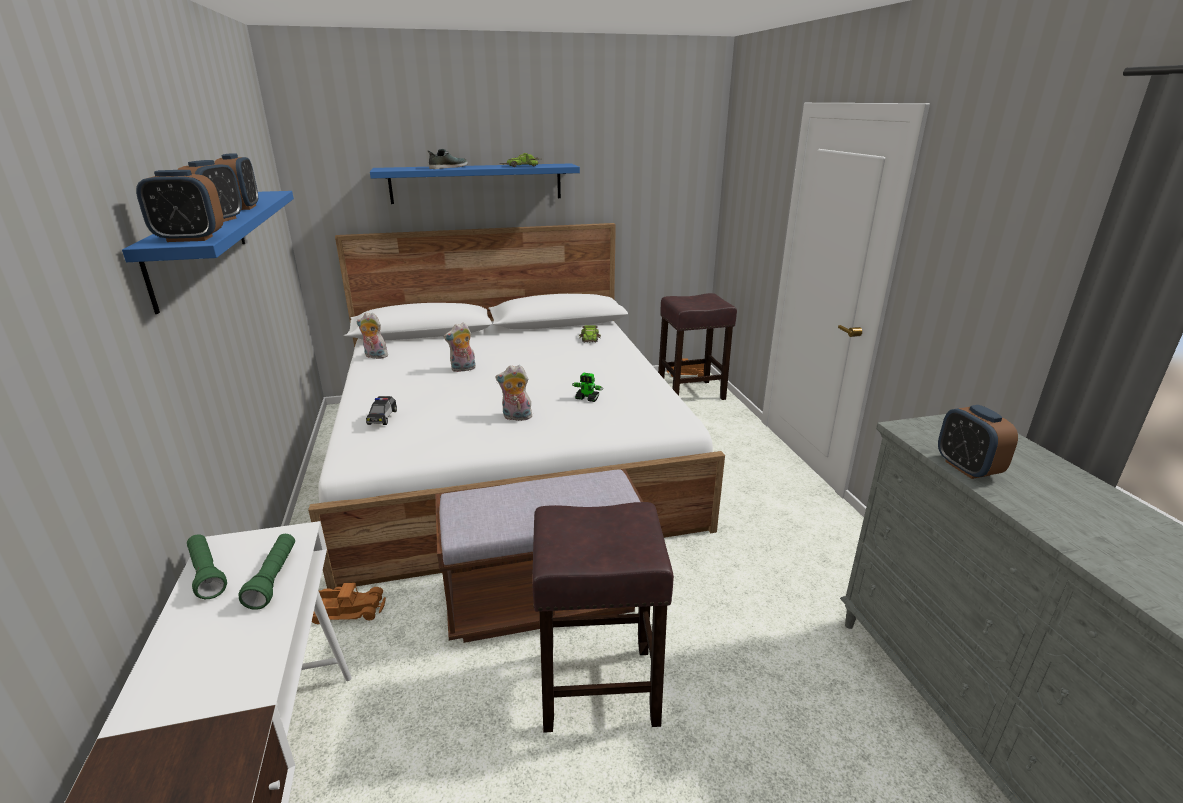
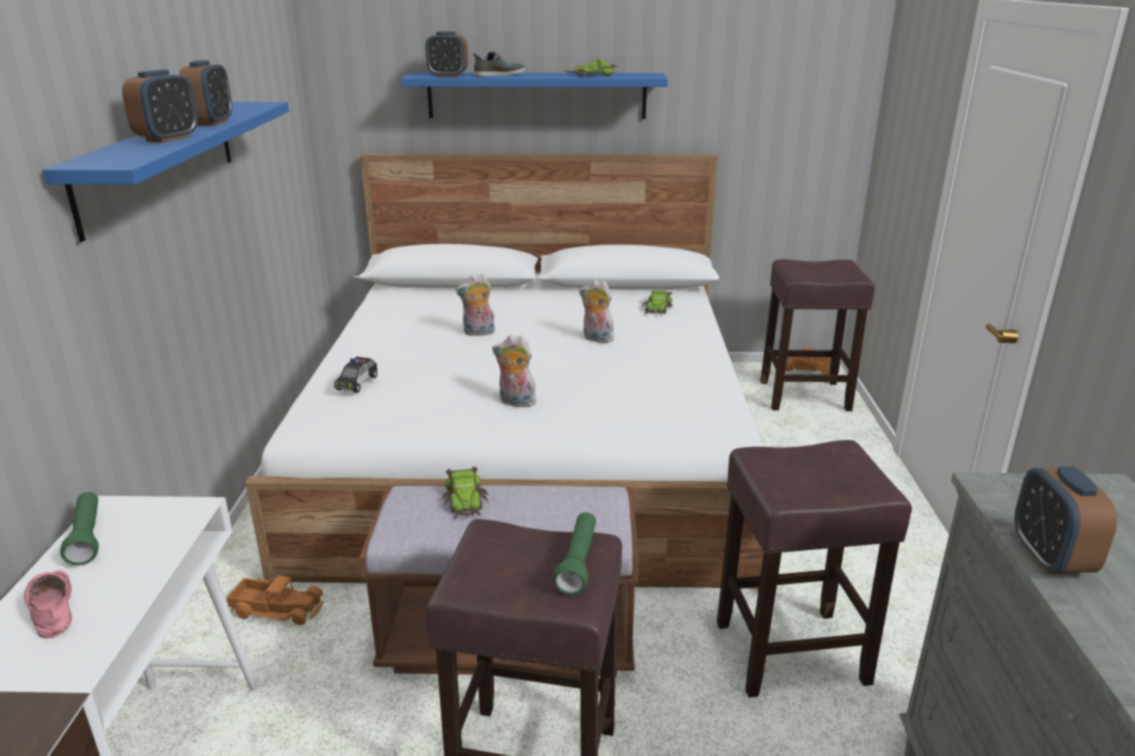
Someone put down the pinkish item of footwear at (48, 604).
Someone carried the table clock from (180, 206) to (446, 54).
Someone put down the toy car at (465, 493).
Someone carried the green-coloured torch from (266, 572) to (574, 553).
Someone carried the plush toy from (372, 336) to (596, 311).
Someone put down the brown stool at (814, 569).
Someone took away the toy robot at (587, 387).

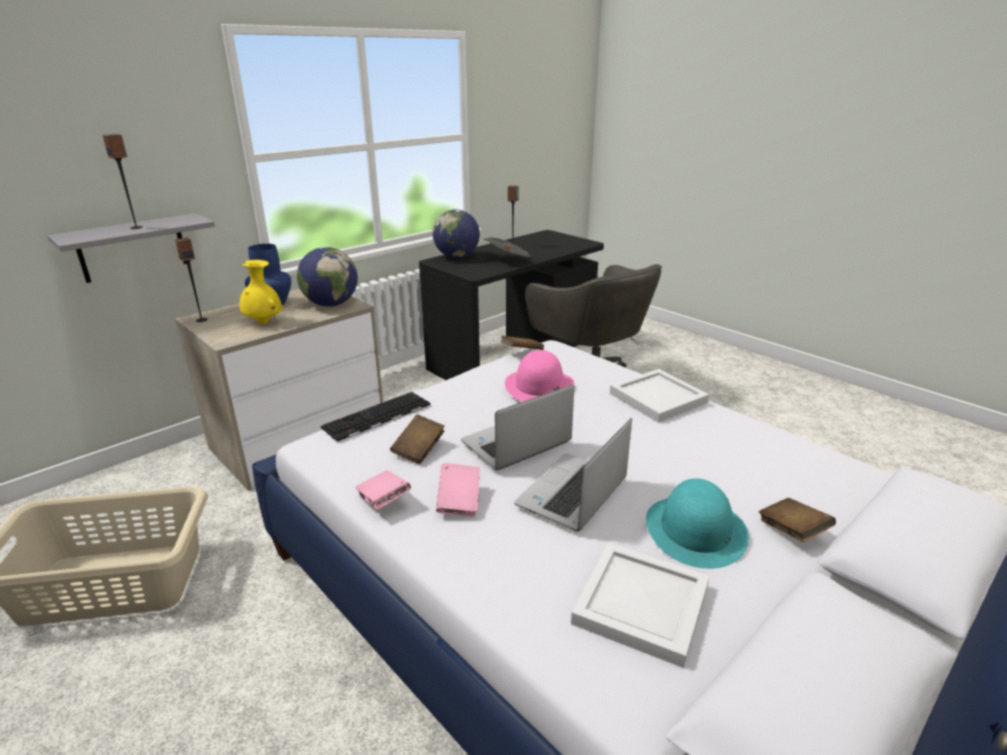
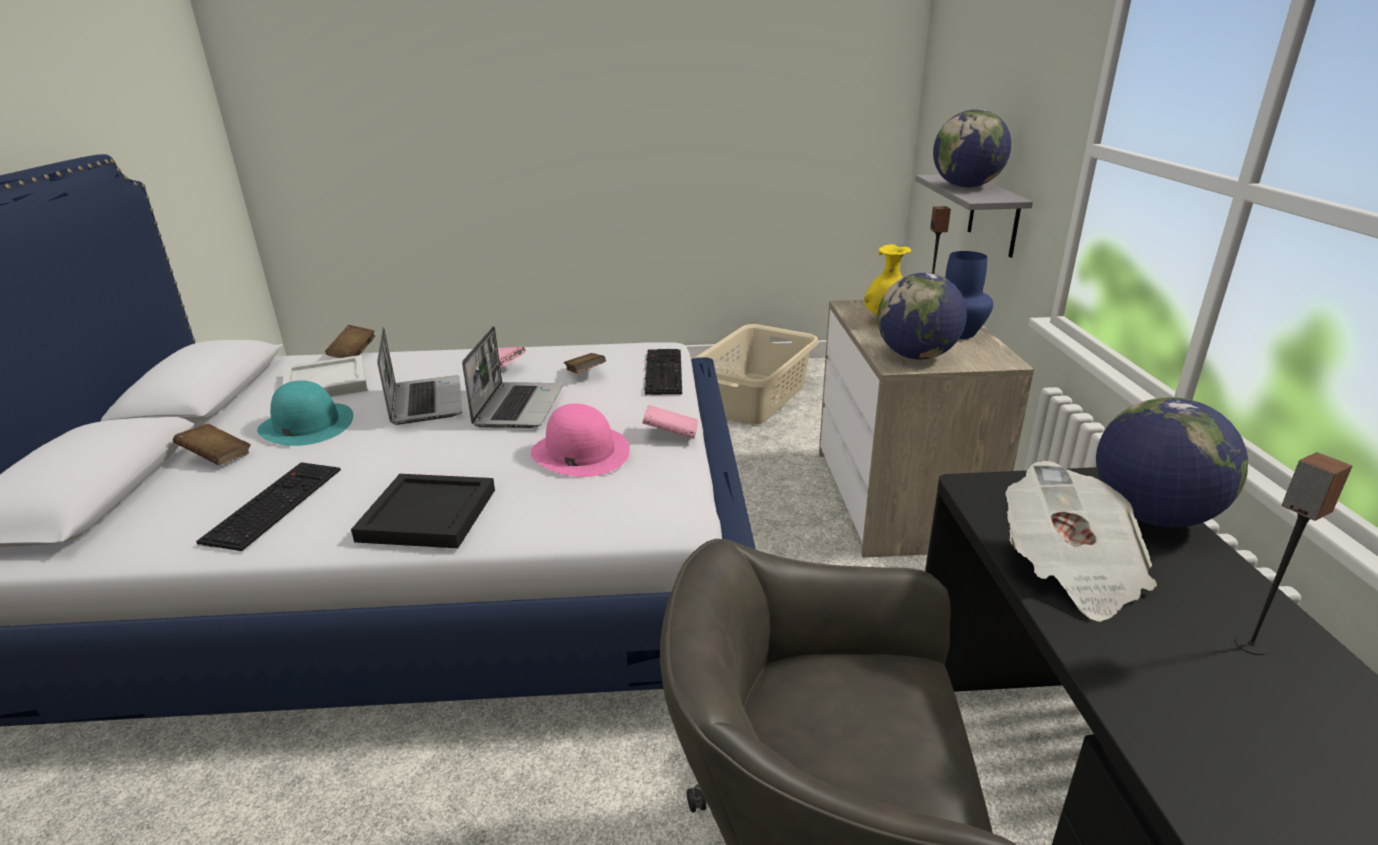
Someone put down the computer keyboard at (268, 506).
Someone carried the brown book from (522, 343) to (350, 341).
Someone repainted the whitish carrying tray at (659, 396), which became the blackish carrying tray at (423, 511).
Someone carried the pinkish book from (383, 490) to (670, 422).
Someone swapped the speaker at (122, 181) for the globe at (972, 148).

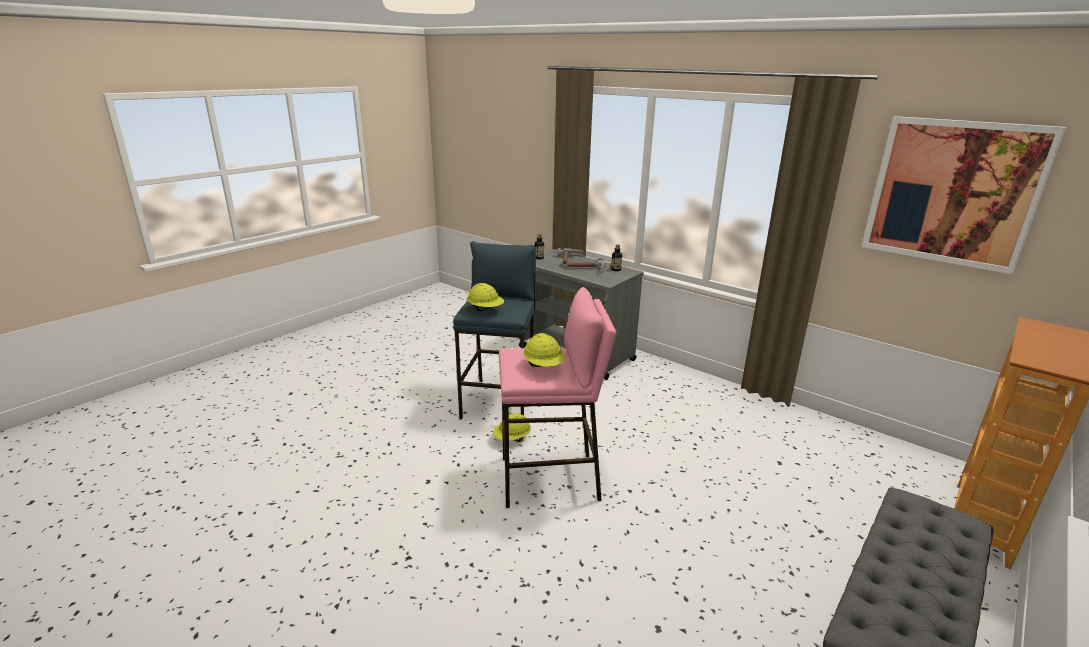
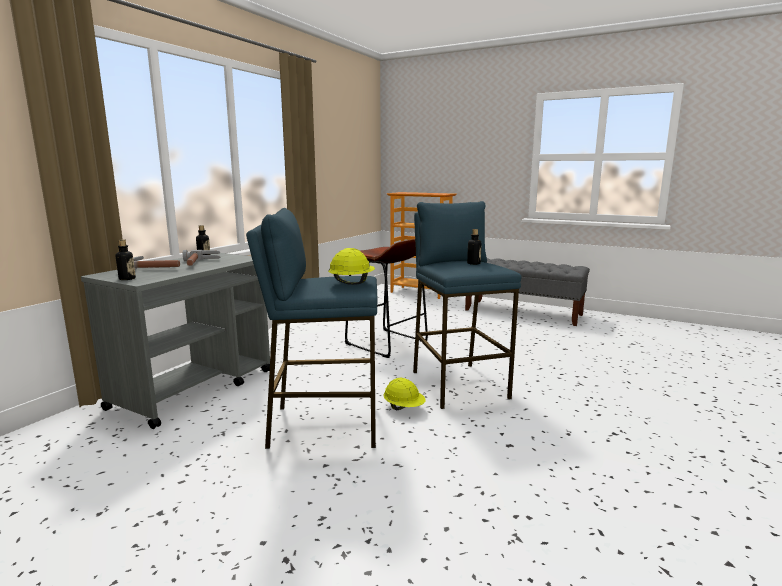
Someone put down the brown stool at (386, 298).
Someone repainted the pinkish stool at (557, 397), which became the blue stool at (467, 305).
Someone swapped the yellow-coloured work helmet at (544, 350) for the bottle at (474, 247).
Someone took away the wall picture at (964, 195).

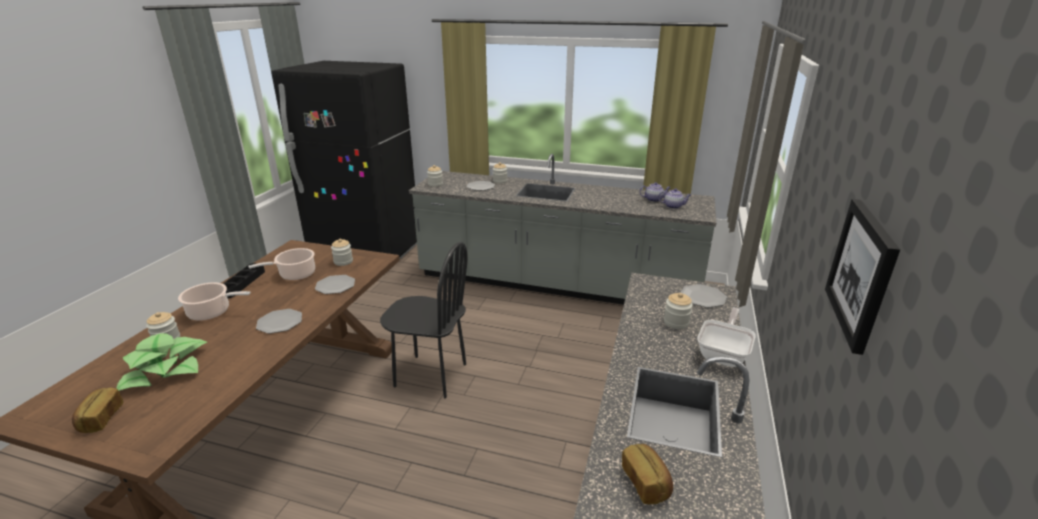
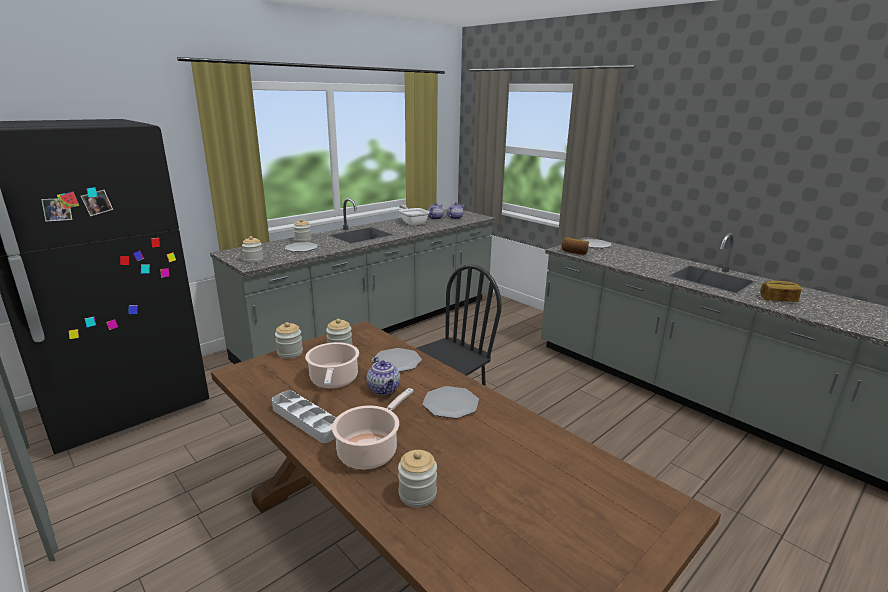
Someone repainted the blackish carrying tray at (244, 281), which became the whitish carrying tray at (304, 417).
Someone carried the preserve jar from (678, 311) to (289, 340).
Someone put down the teapot at (383, 376).
Someone carried the skillet from (726, 337) to (414, 215).
Someone carried the bread from (97, 410) to (575, 246).
Someone took away the potted plant at (161, 362).
Someone took away the wall picture at (862, 277).

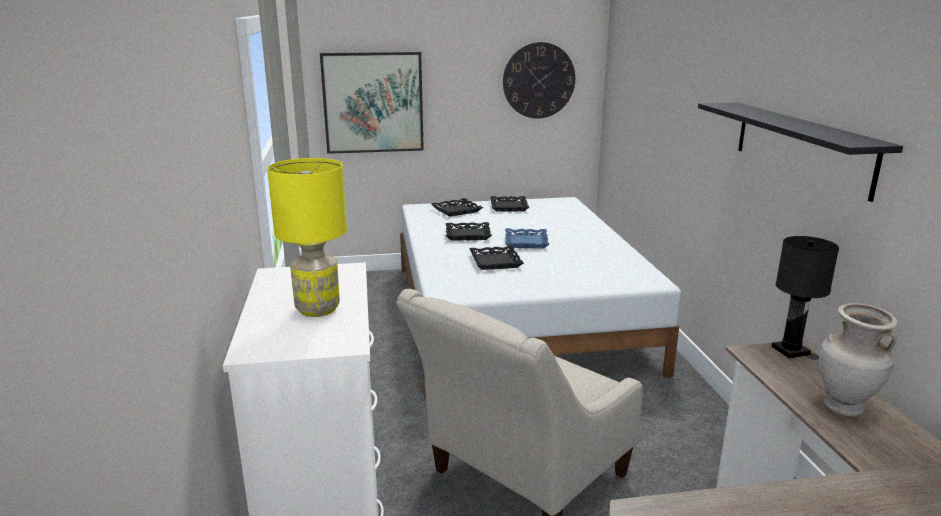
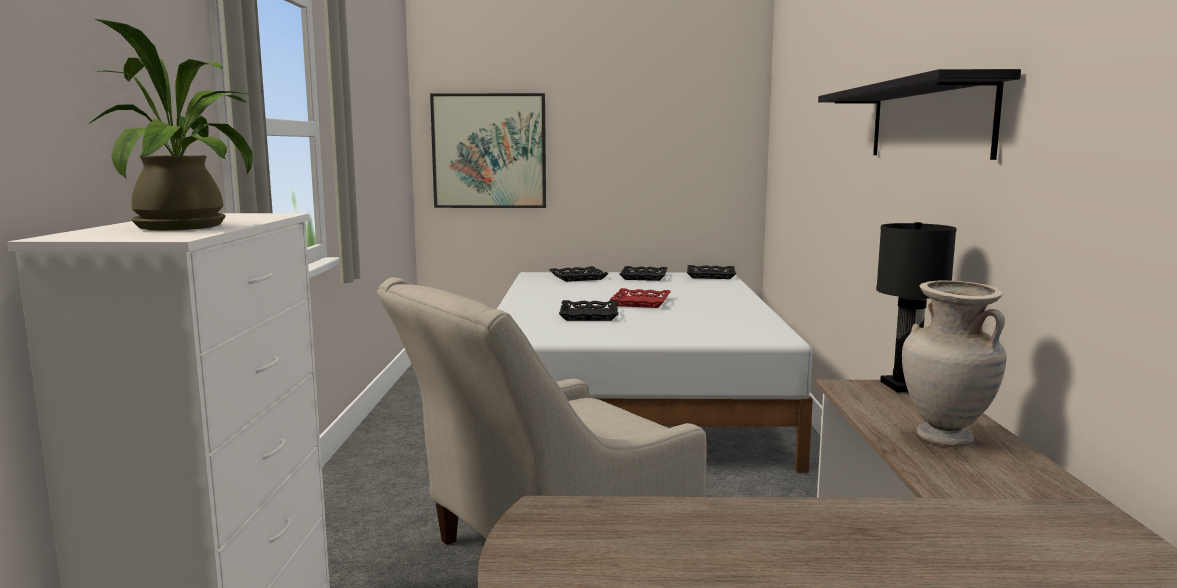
Someone swapped the yellow-coloured lamp for a table at (307, 237) for the potted plant at (171, 124).
Someone repainted the blue carrying tray at (527, 238), which became the reddish carrying tray at (640, 298).
Someone carried the blackish carrying tray from (469, 231) to (711, 272).
Someone took away the wall clock at (539, 80).

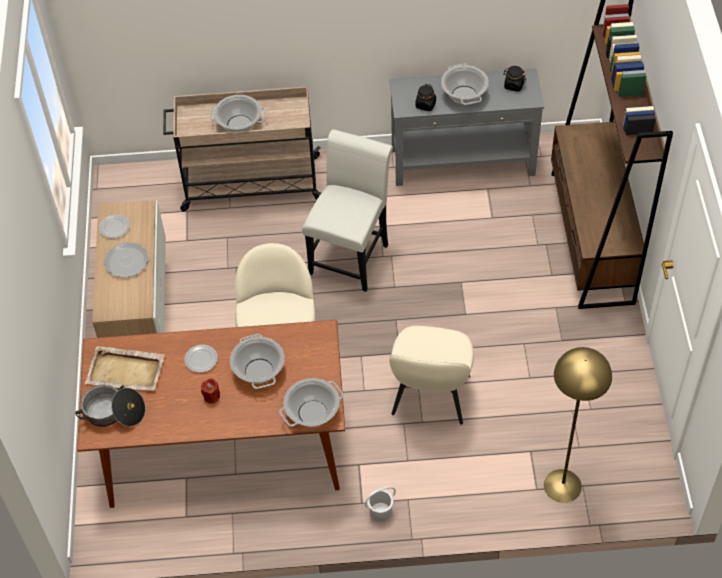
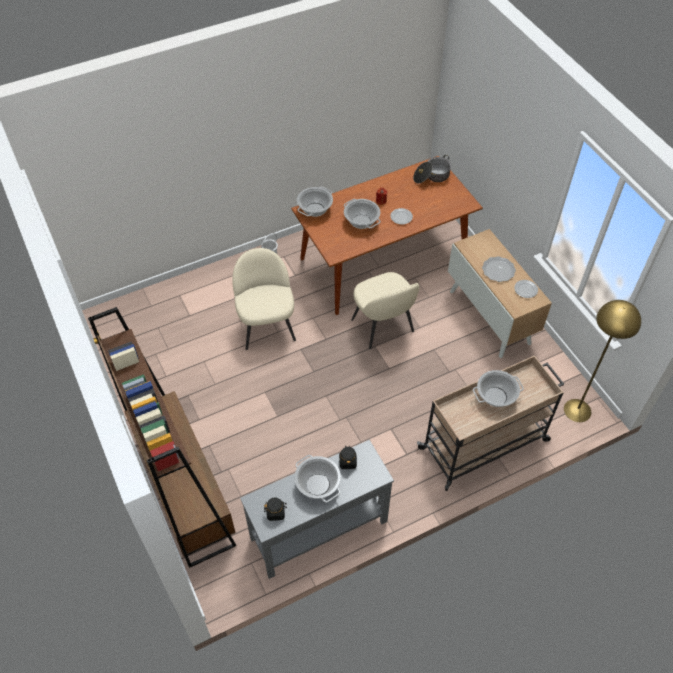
Someone carried the yellow-coloured standing lamp from (578, 425) to (602, 361).
Someone took away the sand-coloured carrying tray at (125, 368).
Someone took away the whitish plain chair at (347, 210).

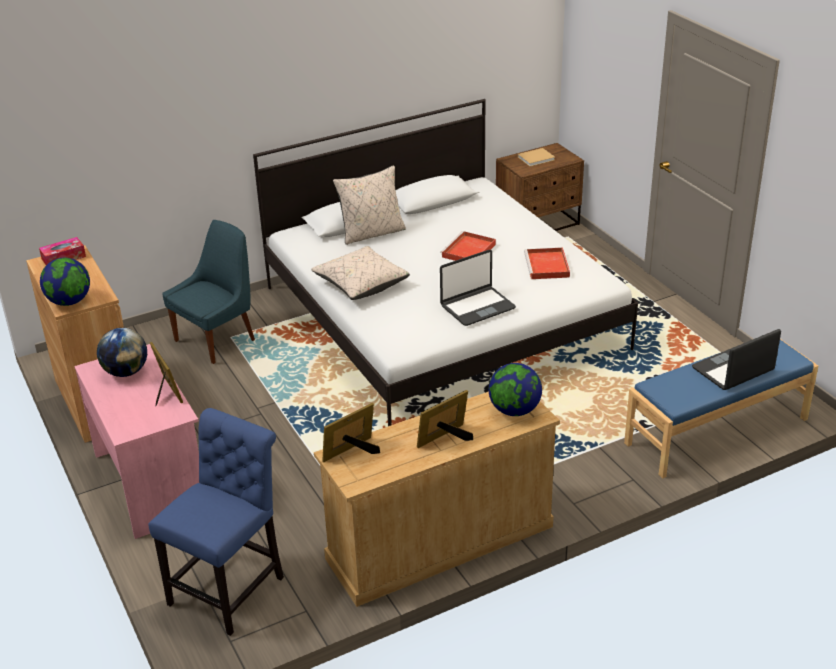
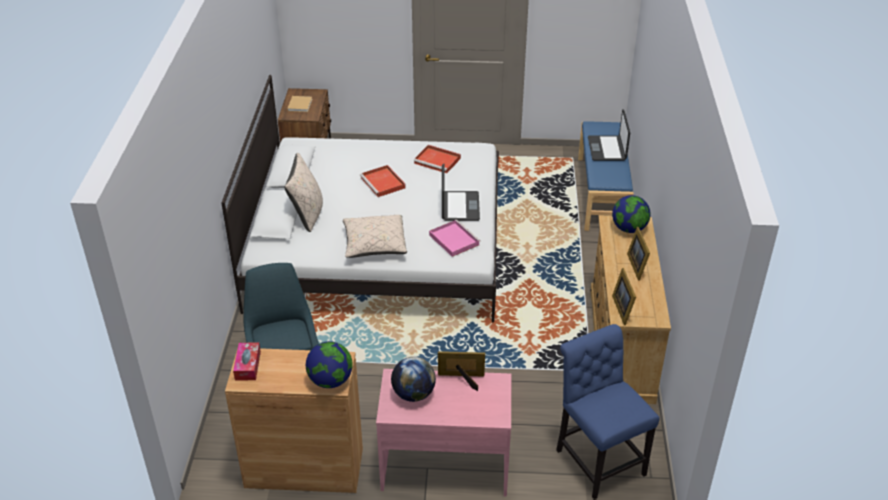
Someone put down the pinkish carrying tray at (455, 238).

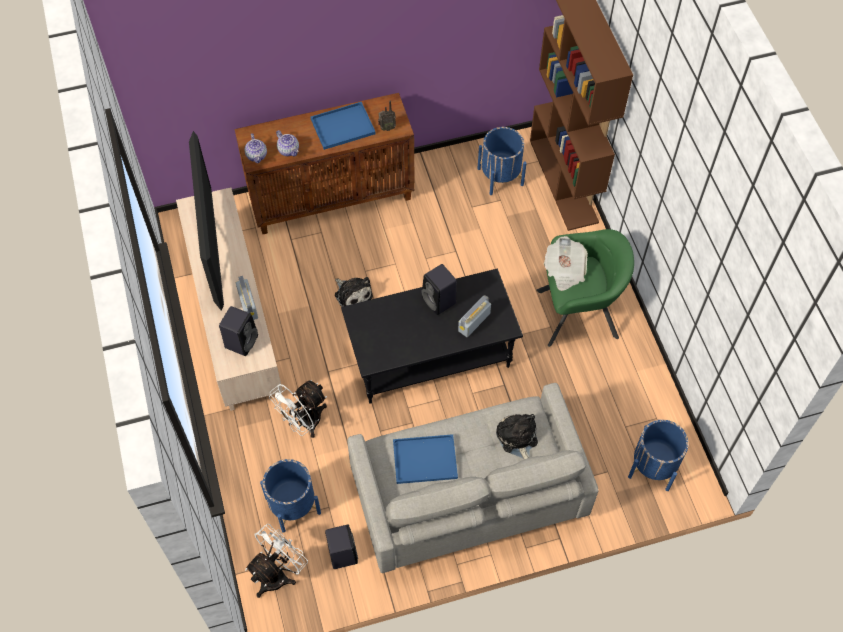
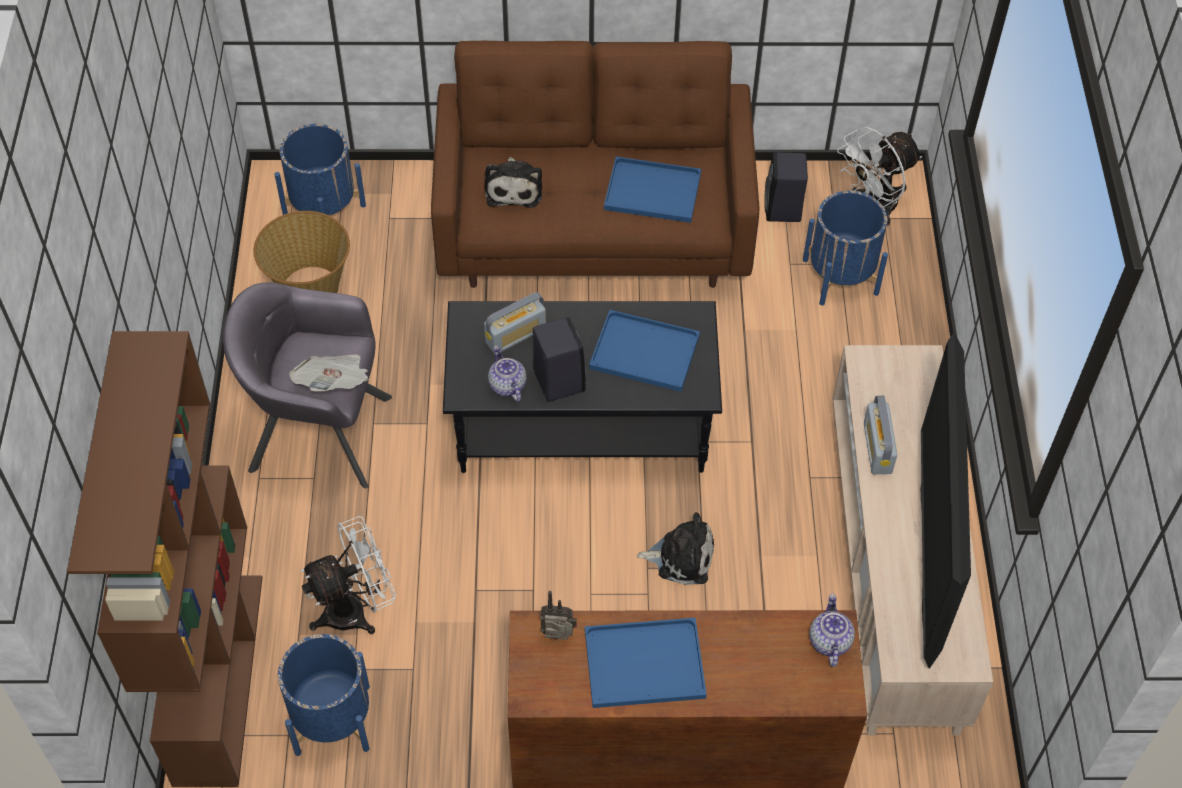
Someone repainted the green-coloured armchair at (585, 288), which became the grey armchair at (307, 385).
Someone put down the basket at (302, 252).
Someone carried the whitish cooling fan from (298, 409) to (348, 575).
Someone repainted the grey couch at (473, 478), which became the brown couch at (595, 164).
Someone carried the teapot from (287, 143) to (507, 374).
Someone put down the blue carrying tray at (644, 351).
Someone rotated the plush toy at (354, 292) by 120 degrees clockwise.
Someone took away the blackish speaker at (238, 331).

